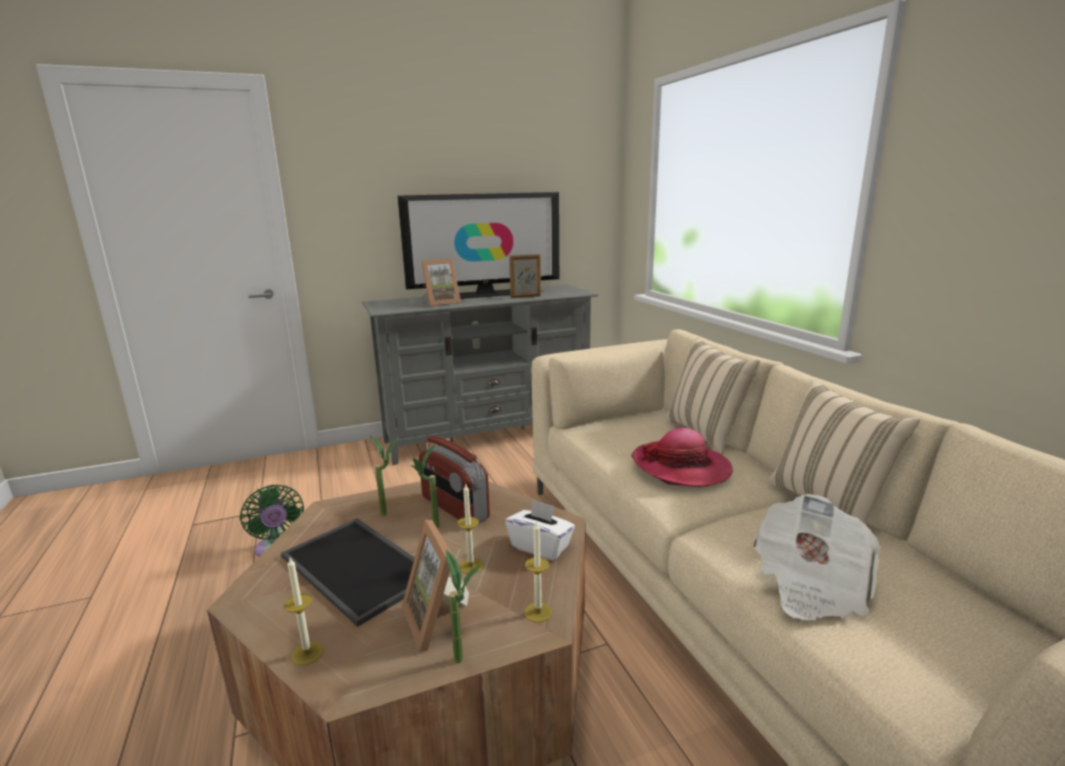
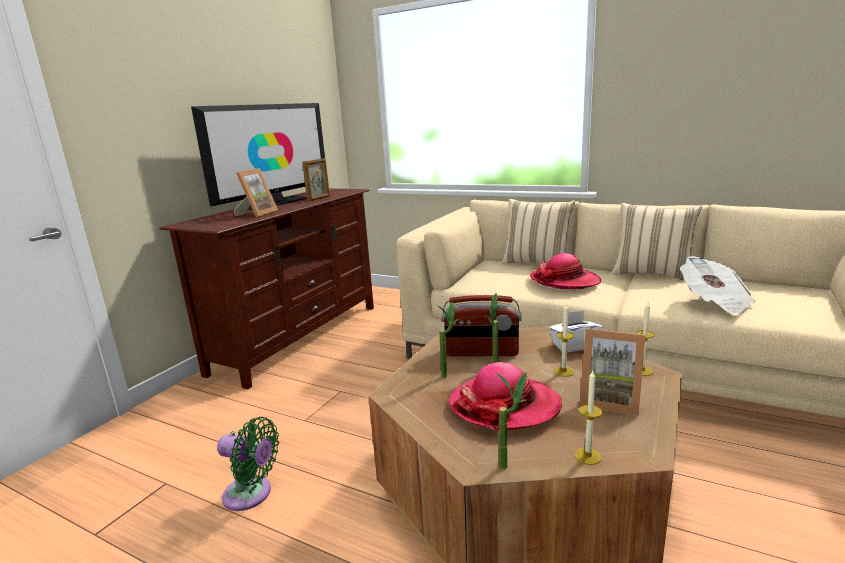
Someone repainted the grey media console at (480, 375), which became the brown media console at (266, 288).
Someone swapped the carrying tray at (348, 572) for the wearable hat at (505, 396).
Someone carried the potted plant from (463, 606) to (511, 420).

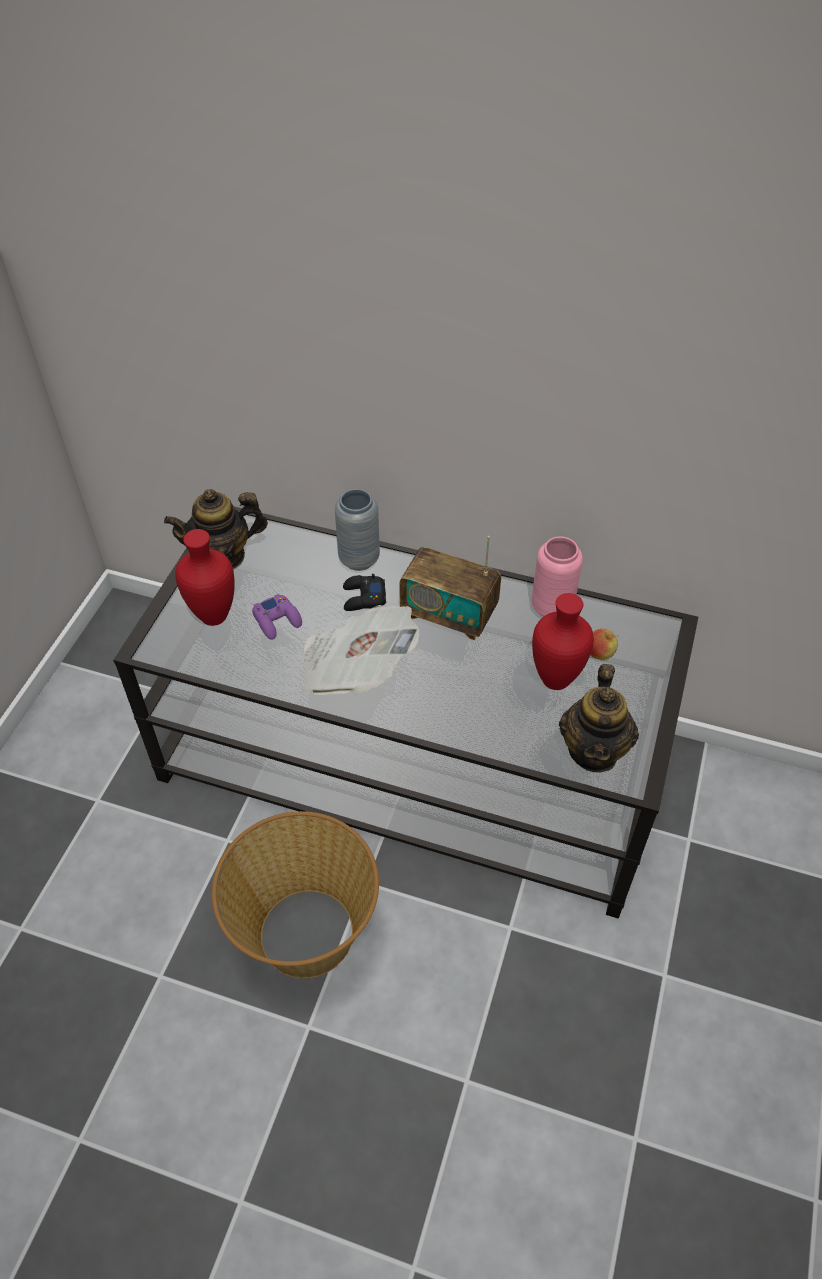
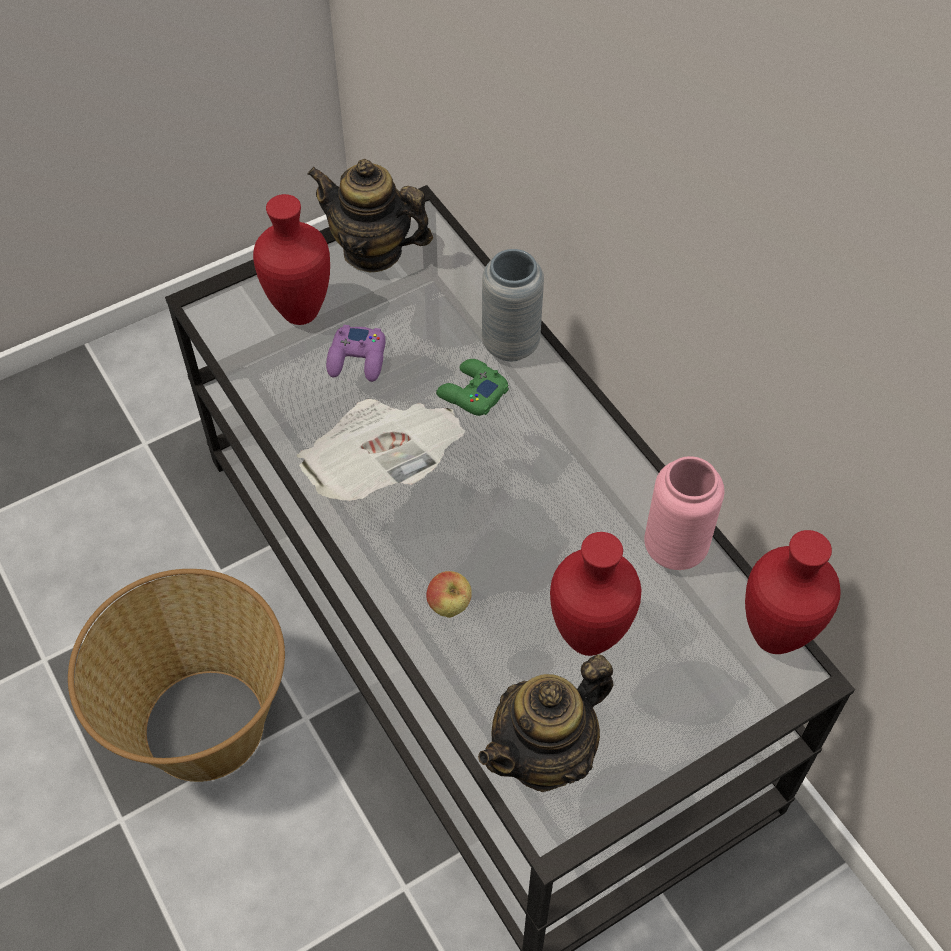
Someone carried the apple fruit from (604, 644) to (449, 594).
Someone repainted the blackish gamepad at (364, 592), which became the green-coloured gamepad at (472, 387).
Someone put down the reddish vase at (793, 592).
Someone took away the radio receiver at (450, 588).

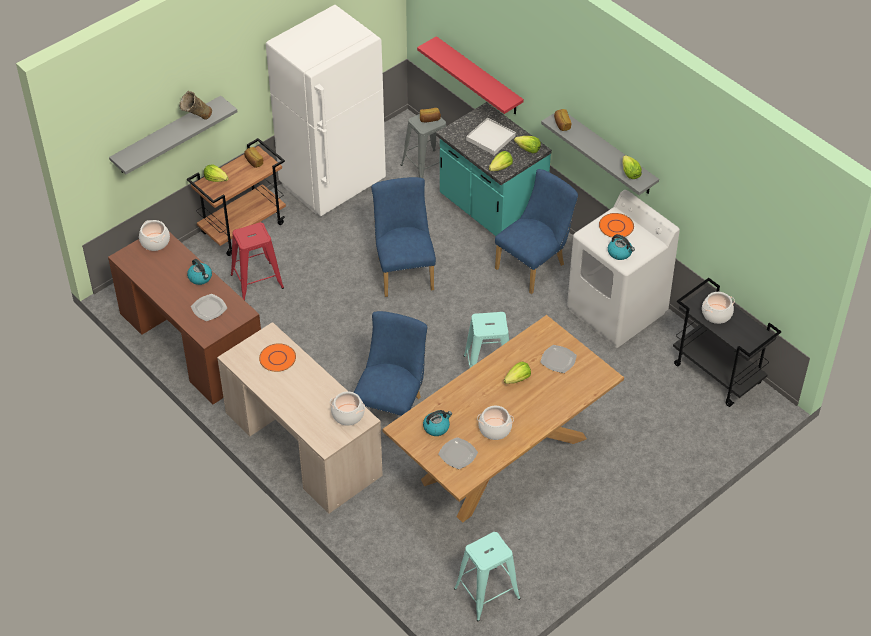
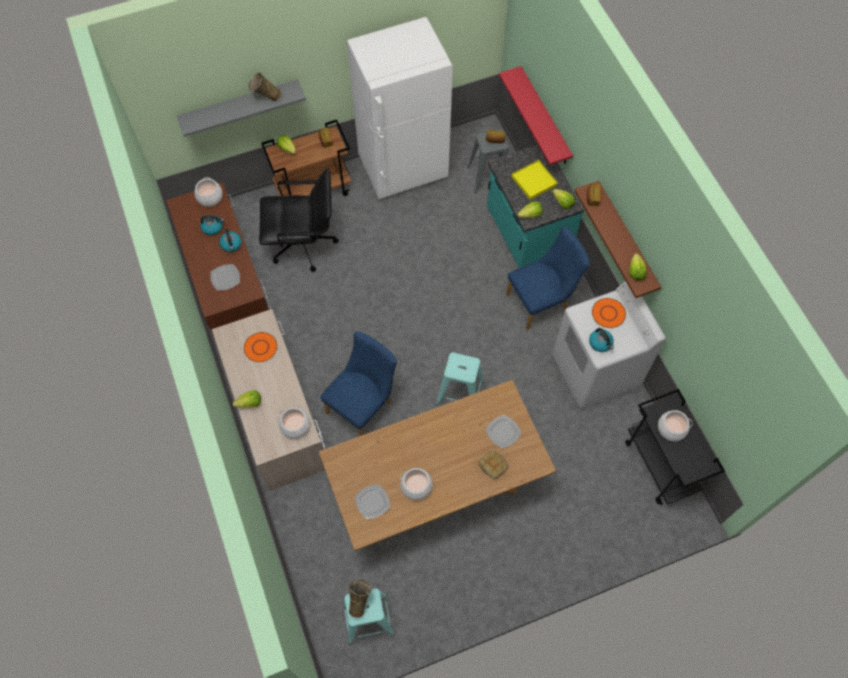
Someone carried the kettle from (437, 423) to (212, 225).
Someone carried the head of lettuce from (517, 372) to (247, 399).
Someone swapped the reddish stool at (257, 261) for the blackish computer chair at (299, 220).
Someone put down the sand-coloured vase at (359, 598).
Someone put down the bread at (493, 465).
Someone repainted the whitish carrying tray at (491, 136), which became the yellow-coloured carrying tray at (534, 180).
Someone repainted the grey bracket shelf at (600, 152), which became the brown bracket shelf at (617, 239).
Someone took away the blue plain chair at (403, 237).

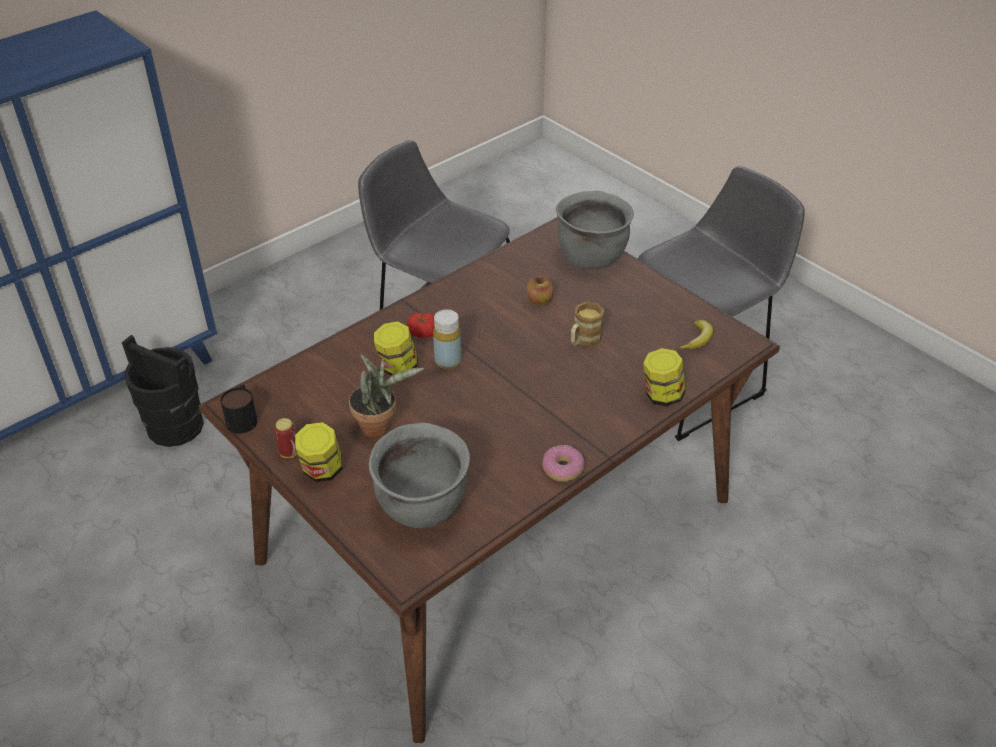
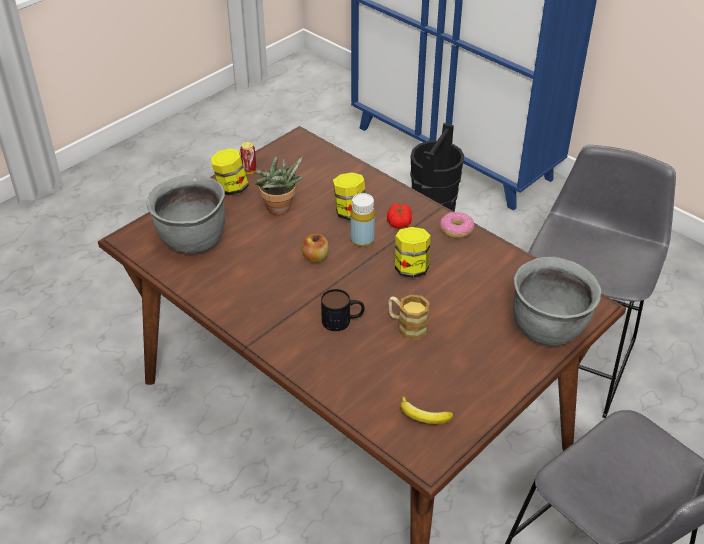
Someone carried the apple fruit from (540, 291) to (315, 248).
Someone carried the tea mug from (239, 408) to (343, 310).
Someone carried the preserve jar from (664, 377) to (412, 252).
Someone carried the doughnut from (563, 463) to (457, 225).

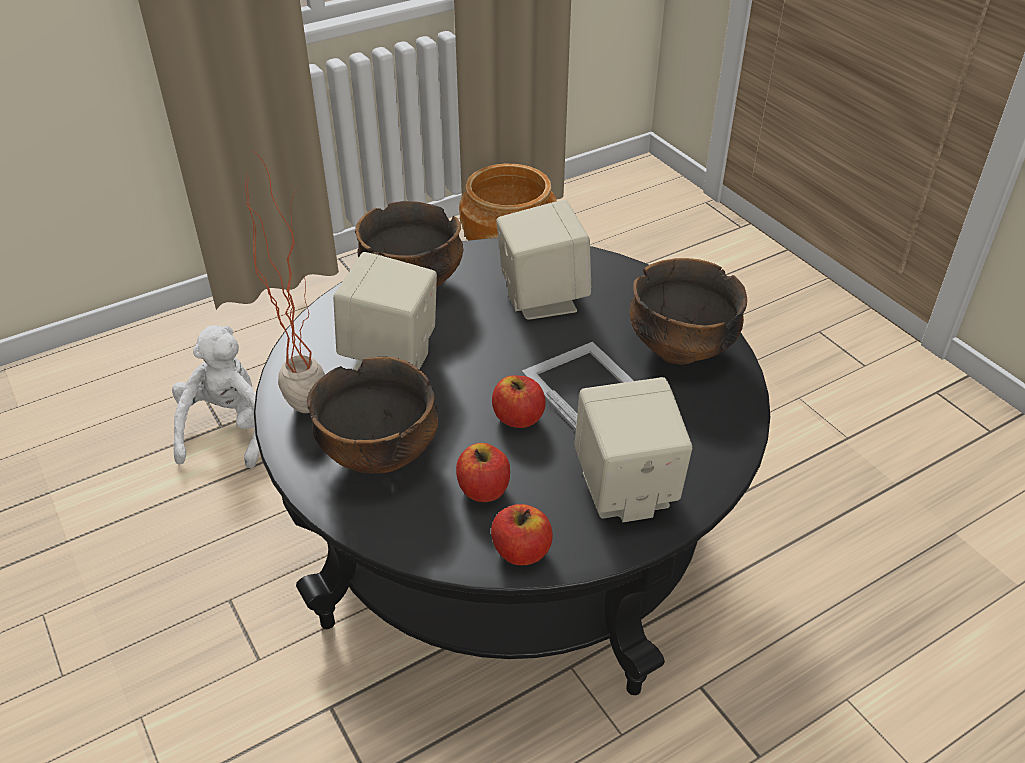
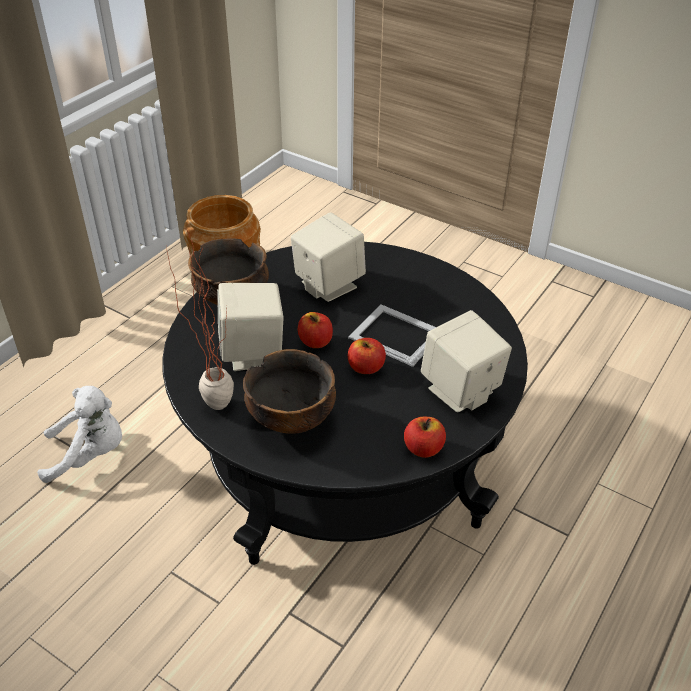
Someone rotated the whitish plush toy at (216, 396) by 105 degrees clockwise.
Someone carried the apple fruit from (483, 472) to (315, 330).
Someone took away the bowl at (688, 311).

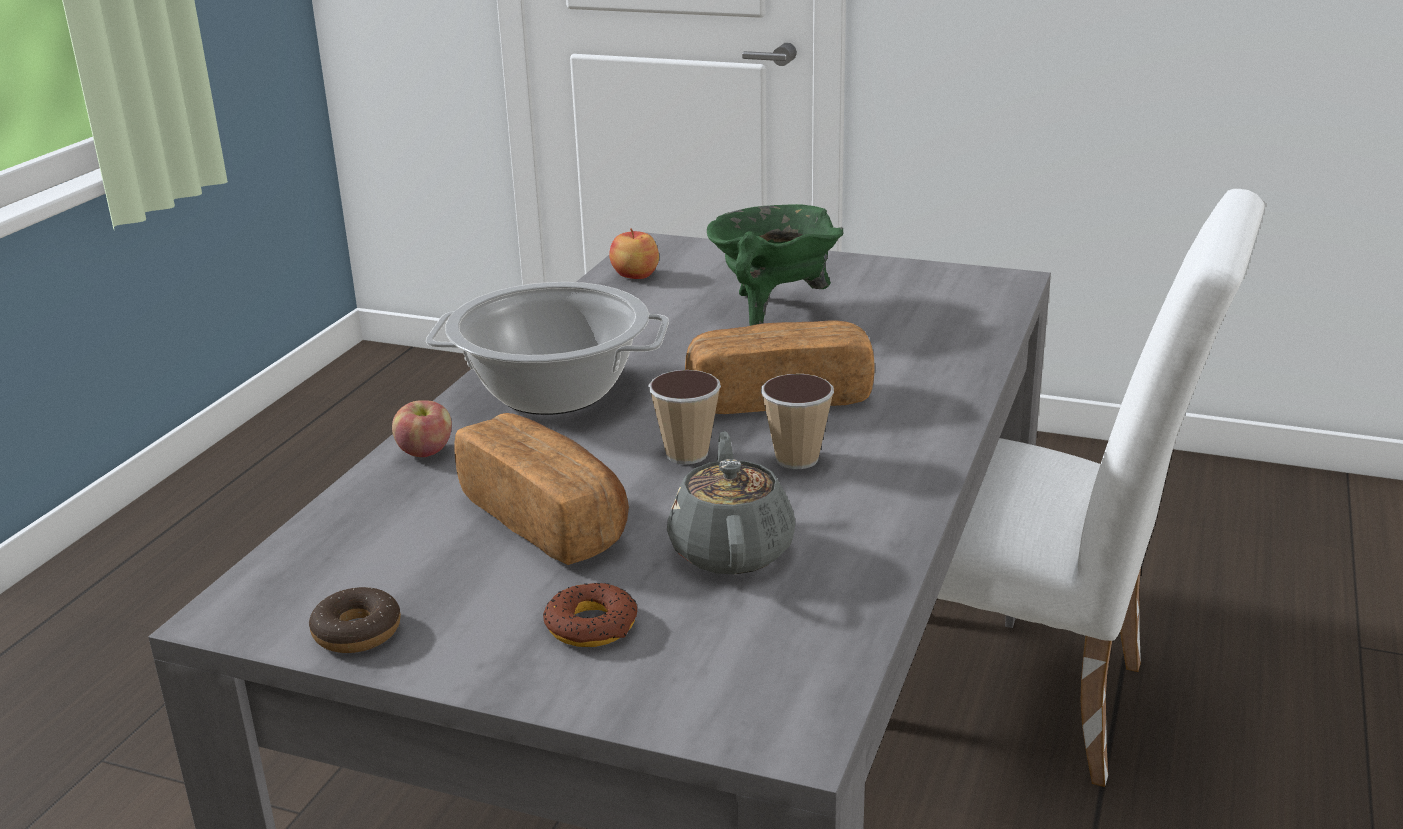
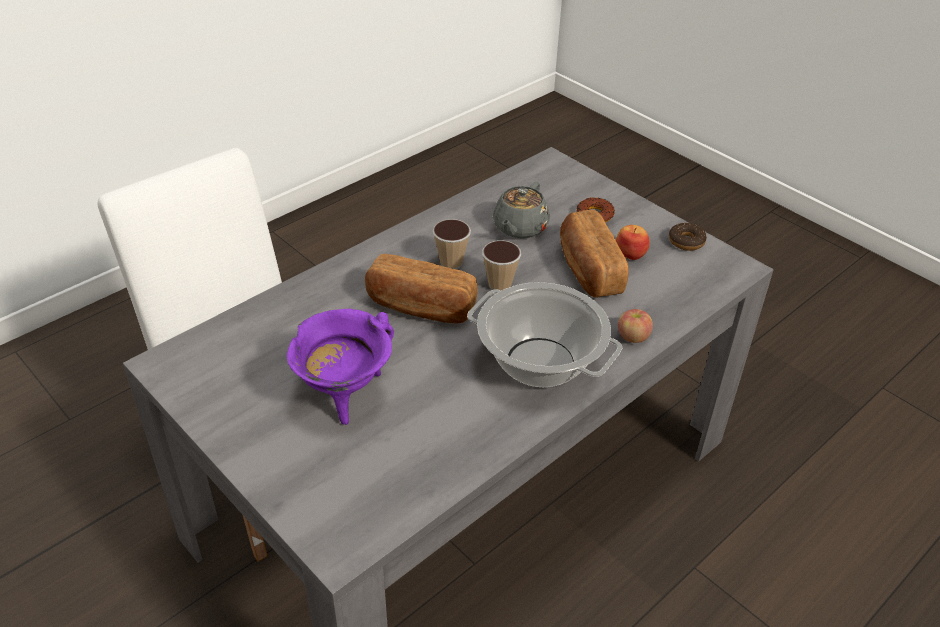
Someone repainted the green-coloured stockpot at (775, 265), which became the purplish stockpot at (340, 367).
Someone carried the apple fruit from (634, 253) to (633, 242).

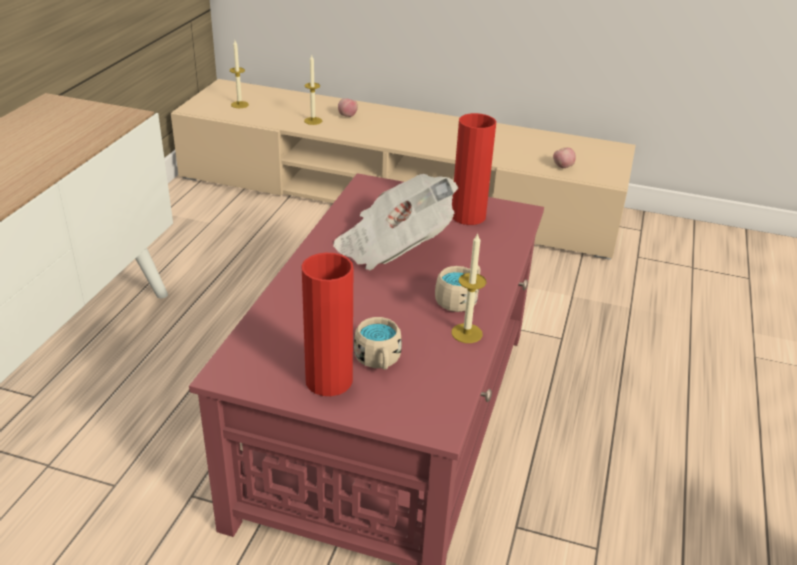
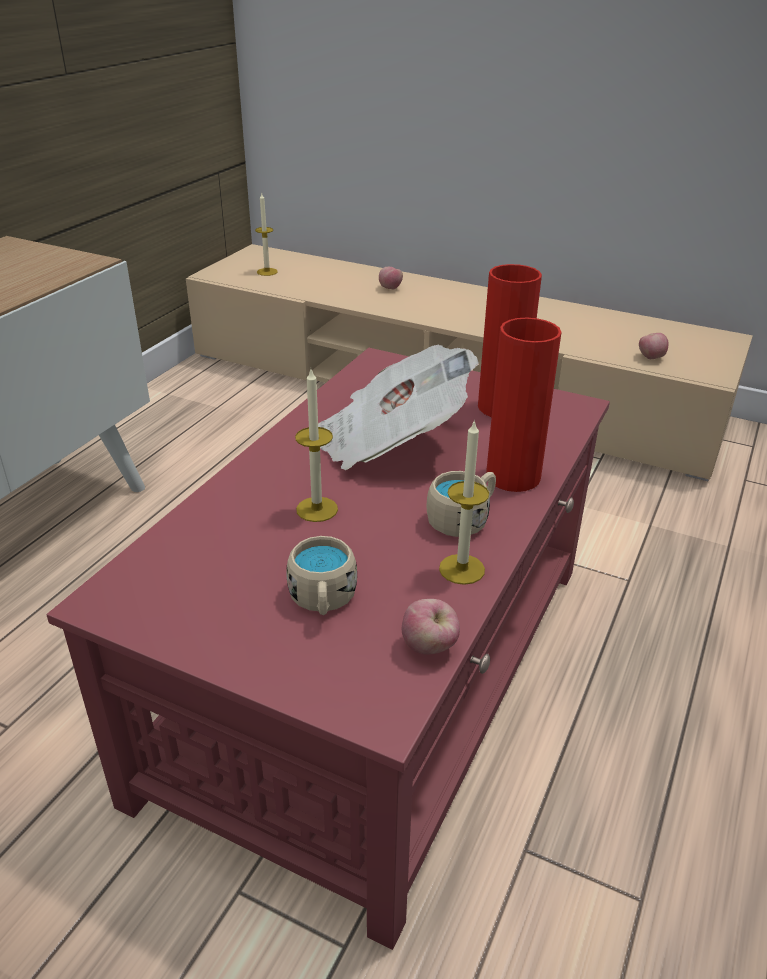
Someone carried the wax light from (313, 90) to (316, 445).
Someone put down the apple fruit at (431, 627).
Someone carried the reddish vase from (327, 324) to (524, 405).

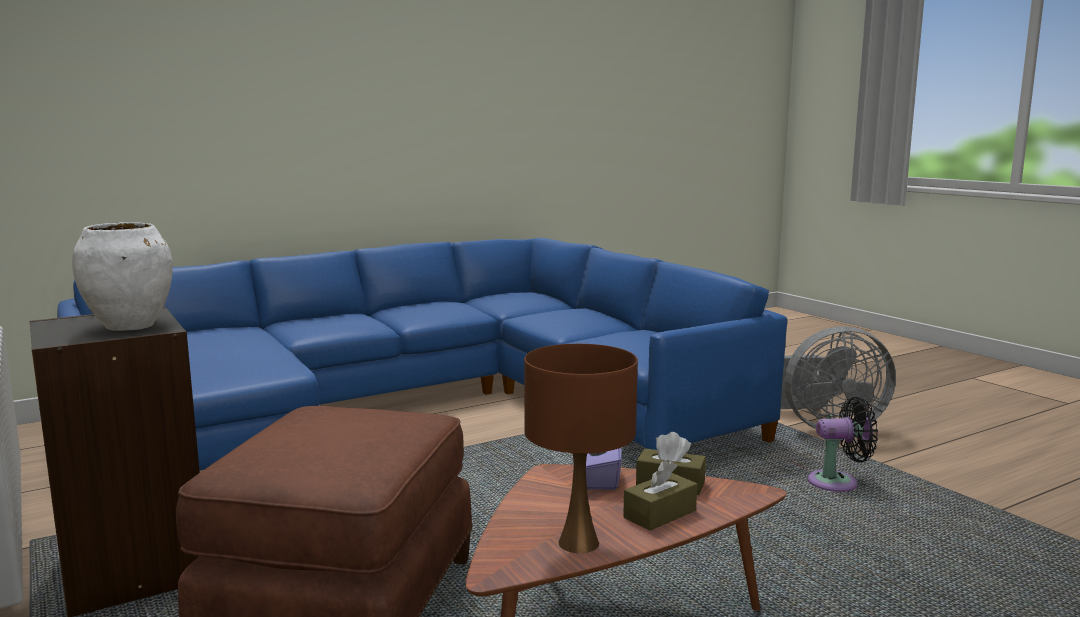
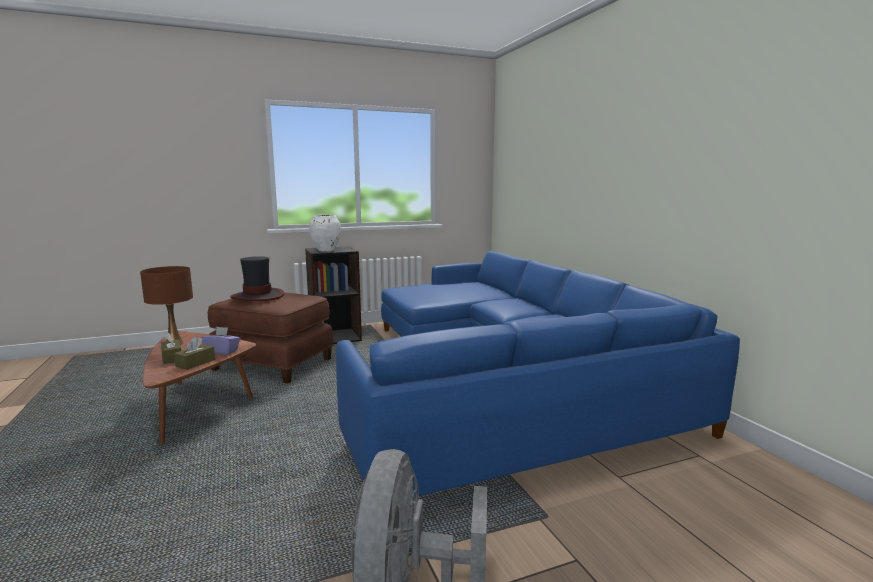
Someone put down the wearable hat at (257, 278).
Someone took away the blackish cooling fan at (842, 444).

